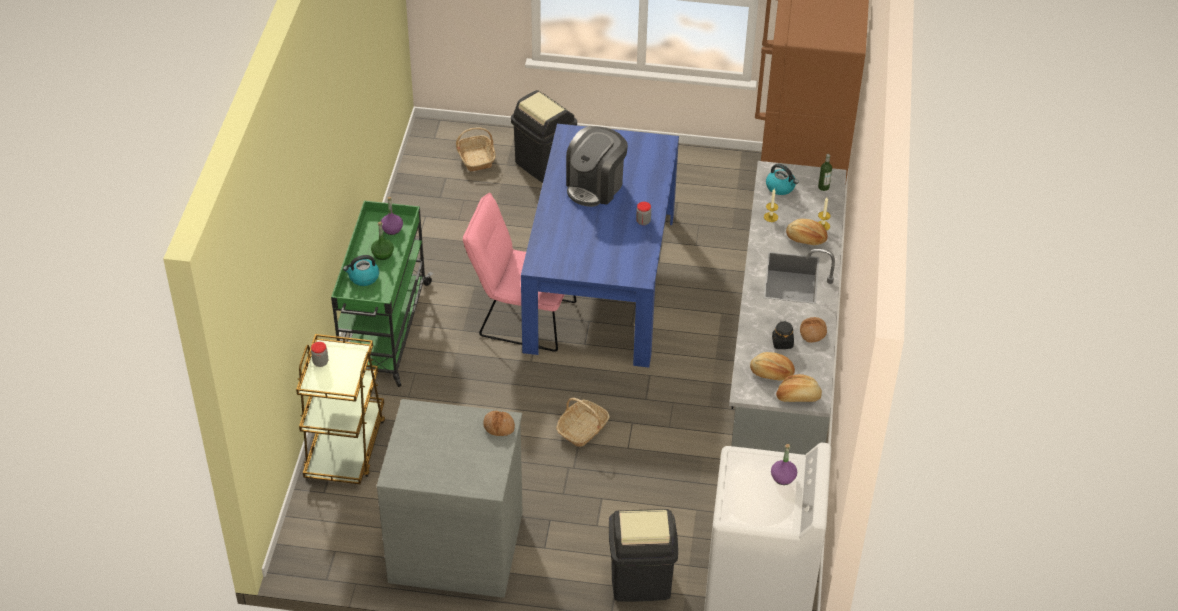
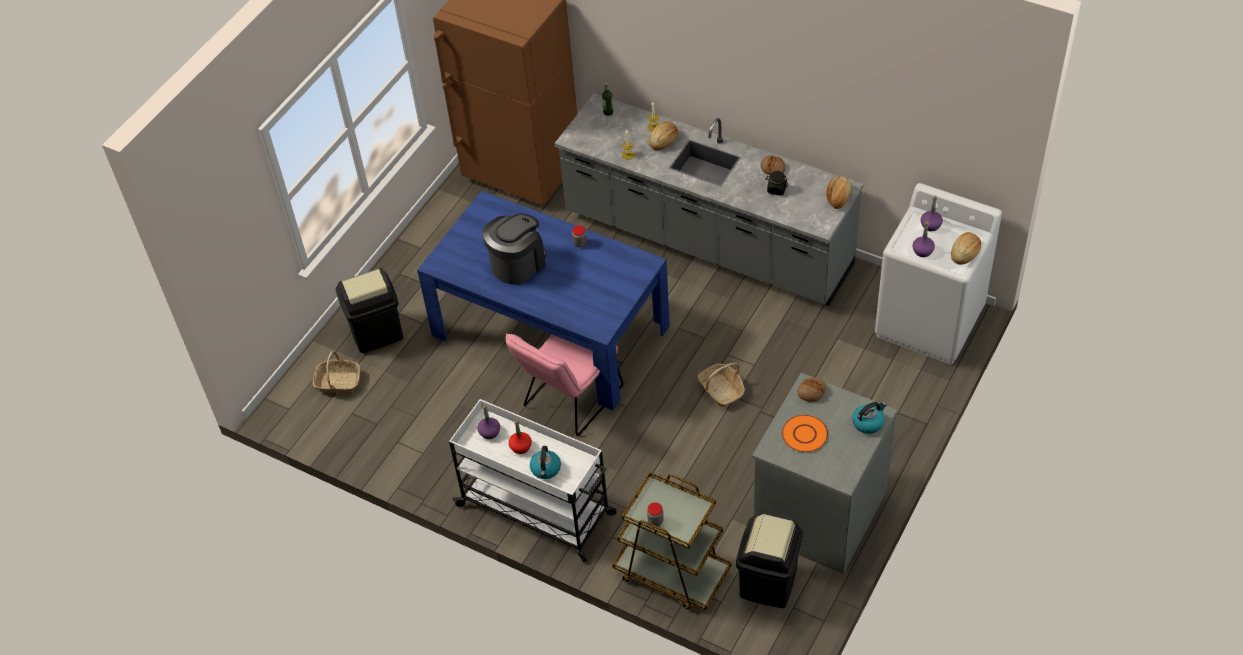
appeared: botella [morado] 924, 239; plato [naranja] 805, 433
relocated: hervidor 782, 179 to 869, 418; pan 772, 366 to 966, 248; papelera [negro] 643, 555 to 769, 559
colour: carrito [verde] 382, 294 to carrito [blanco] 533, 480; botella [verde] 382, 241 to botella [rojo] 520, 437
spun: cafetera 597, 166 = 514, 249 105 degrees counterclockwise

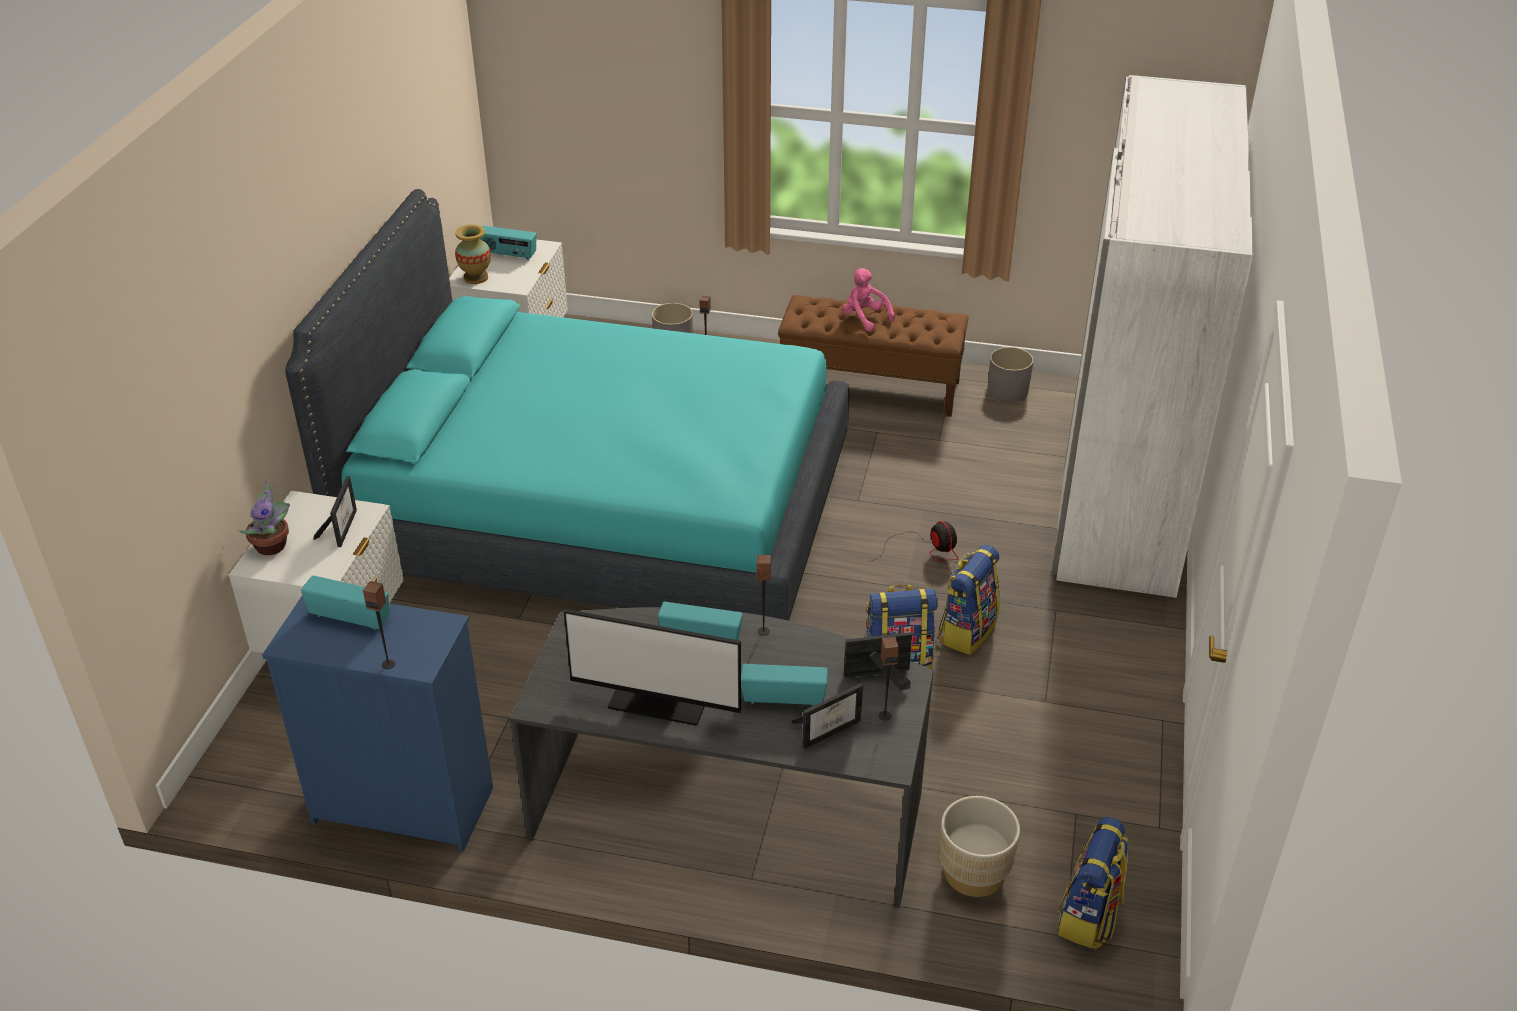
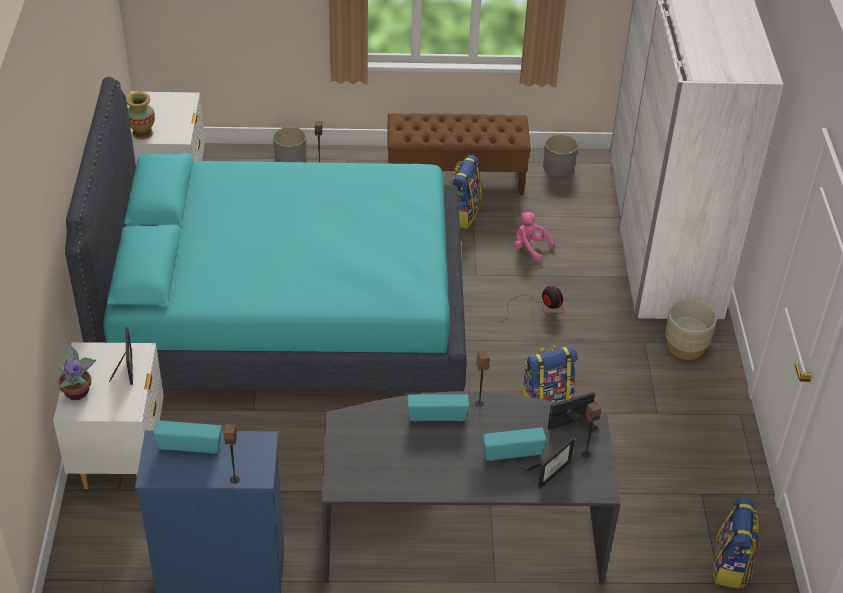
missing: radio 508, 243; monitor 652, 667
relocated: peluche [rosa] 868, 299 to 534, 236; mochila 969, 600 to 466, 192; maceta [beis] 979, 846 to 691, 329

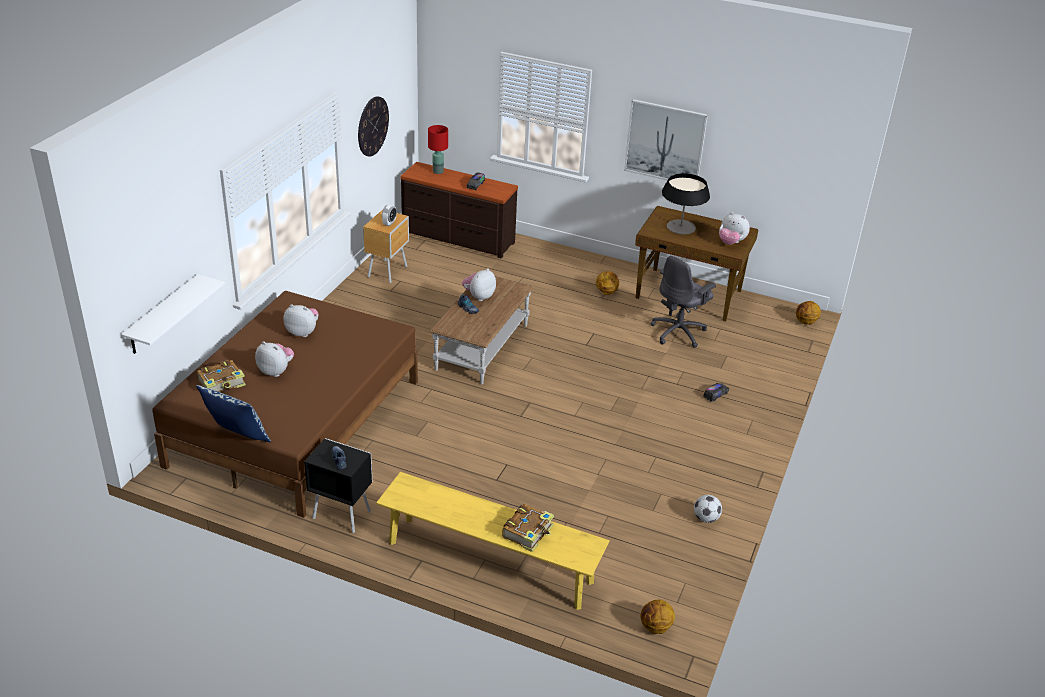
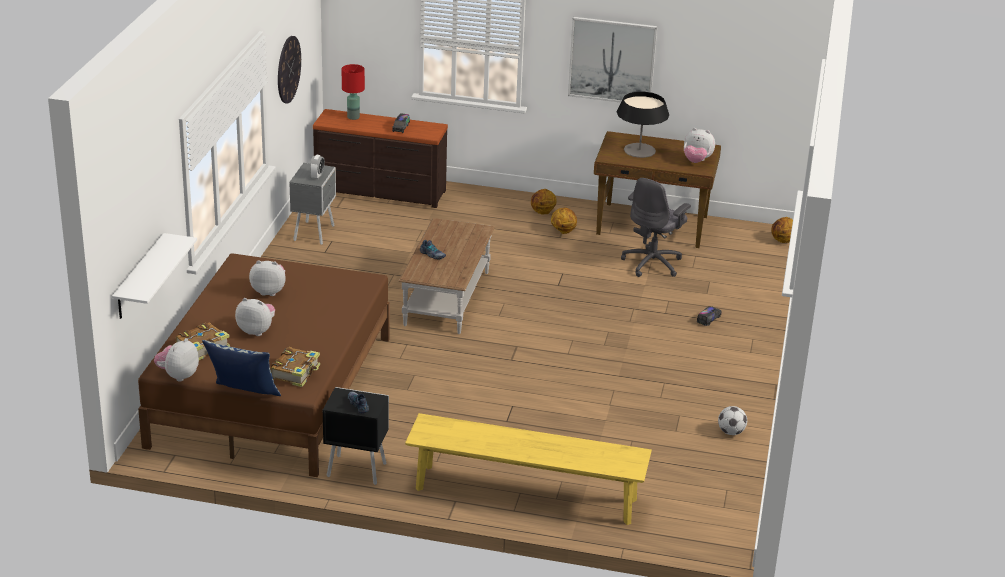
relocated: peluche 479, 284 to 176, 360; libro 528, 528 to 295, 367; balón de baloncesto 657, 616 to 544, 201
colour: mesita de noche [marrón] 386, 246 to mesita de noche [gris] 312, 204

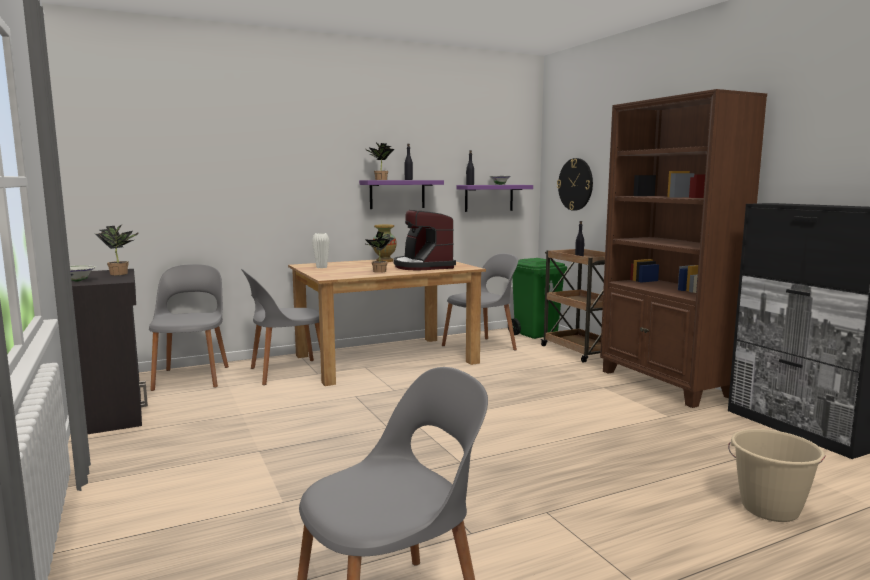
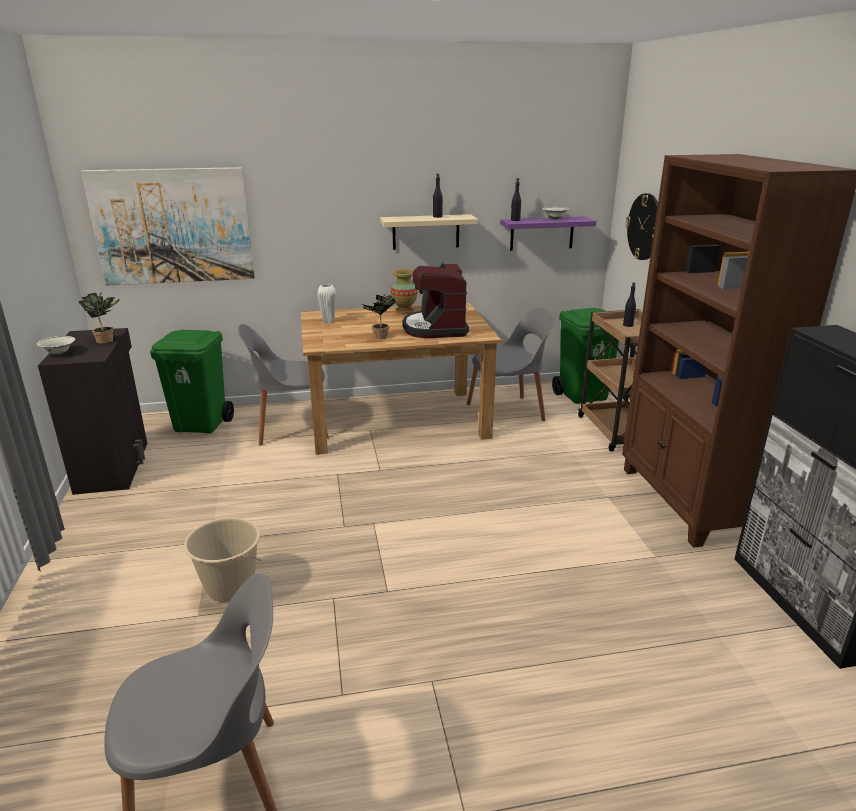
missing: planta en maceta 379, 161
appeared: cuadro 167, 226
relocated: cubo [beis] 777, 475 to 222, 560
exchanged: silla [gris] 189, 327 to papelera [verde] 192, 382
colour: estante [morado] 401, 194 to estante [beis] 429, 232

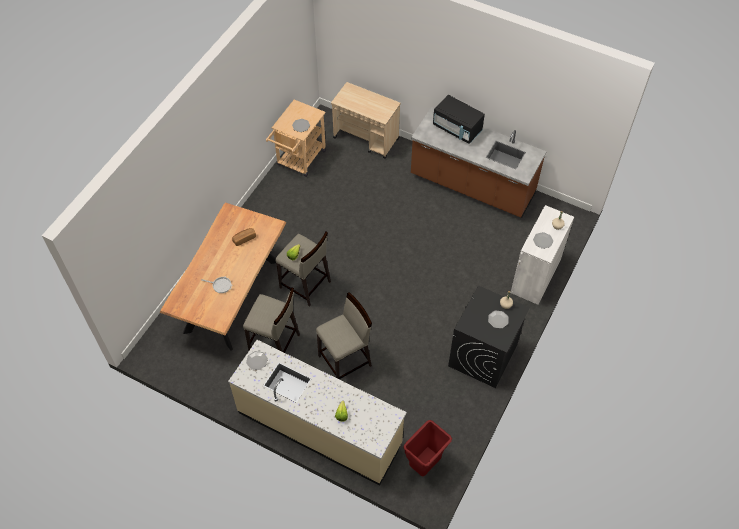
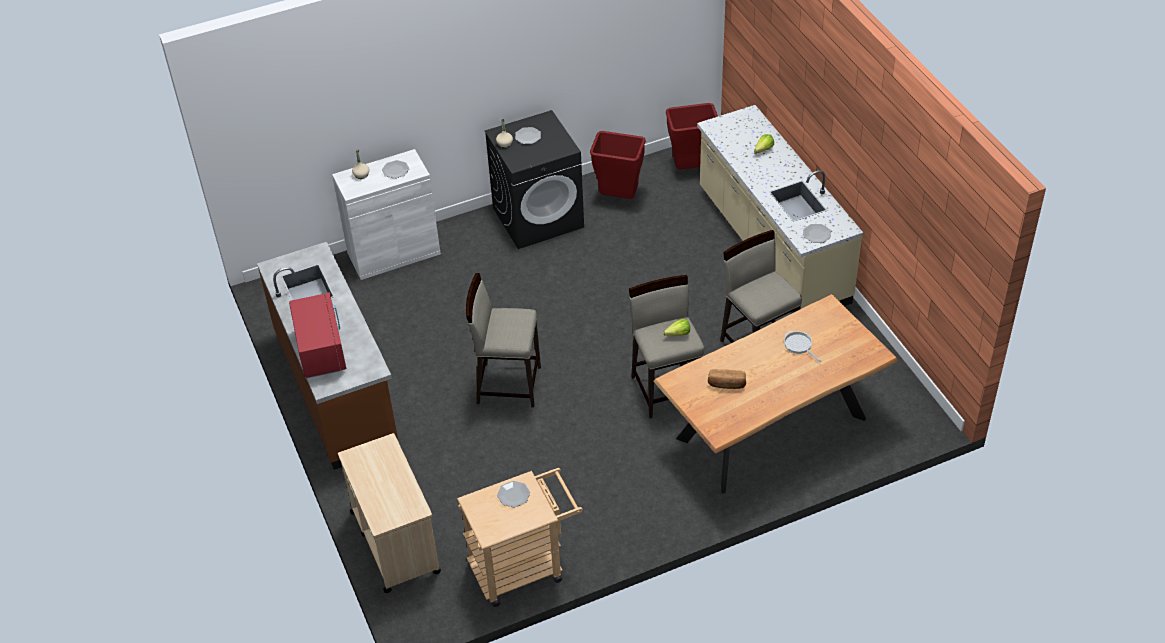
appeared: papelera [rojo] 618, 165
relocated: taburete [beis] 344, 335 to 503, 340
colour: microondas [negro] 459, 119 to microondas [rojo] 317, 335

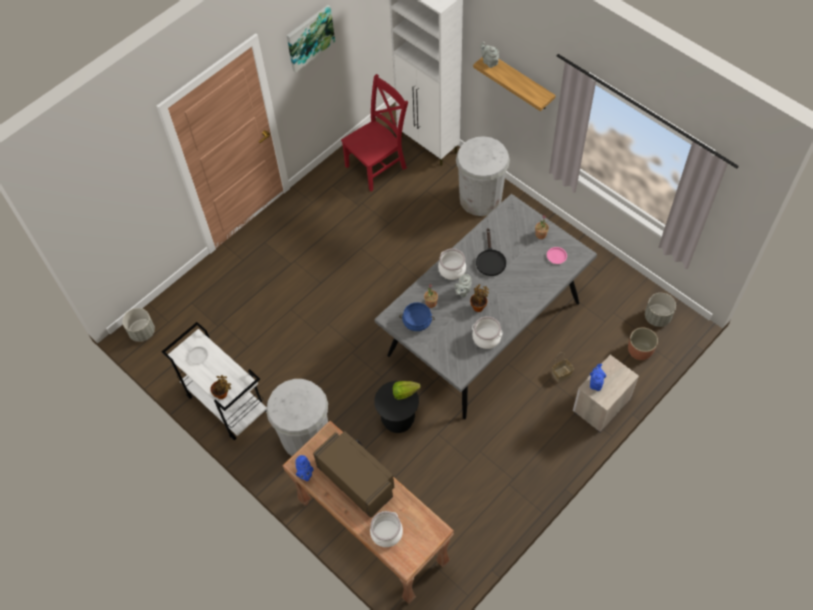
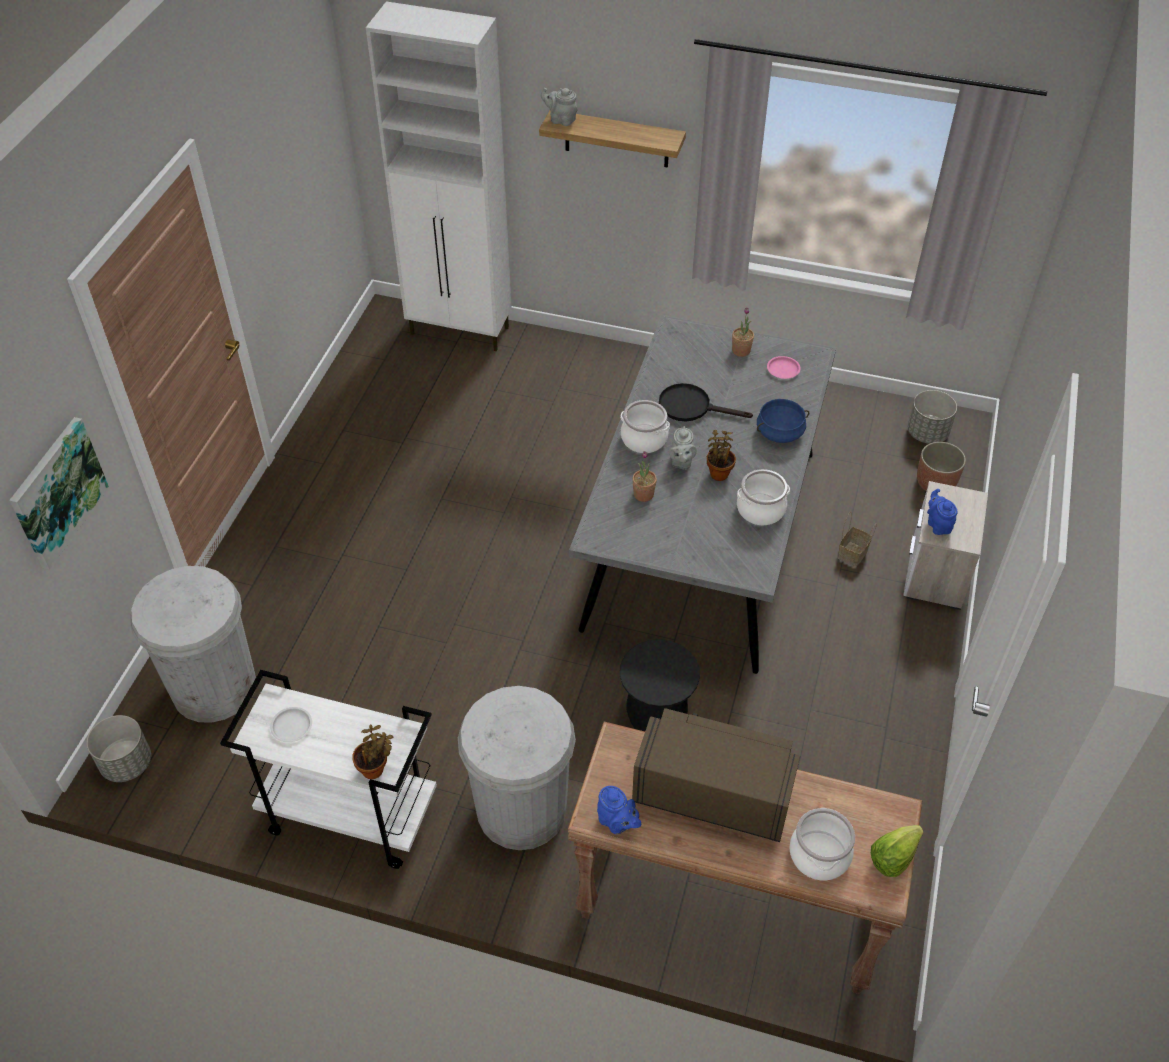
missing: silla [rojo] 374, 132
relocated: cuadro 311, 39 to 59, 493; papelera [blanco] 483, 176 to 193, 644; olla [azul] 417, 316 to 783, 421; lechuga 407, 390 to 897, 851
spun: sartén [negro] 491, 252 = 706, 402 135 degrees clockwise

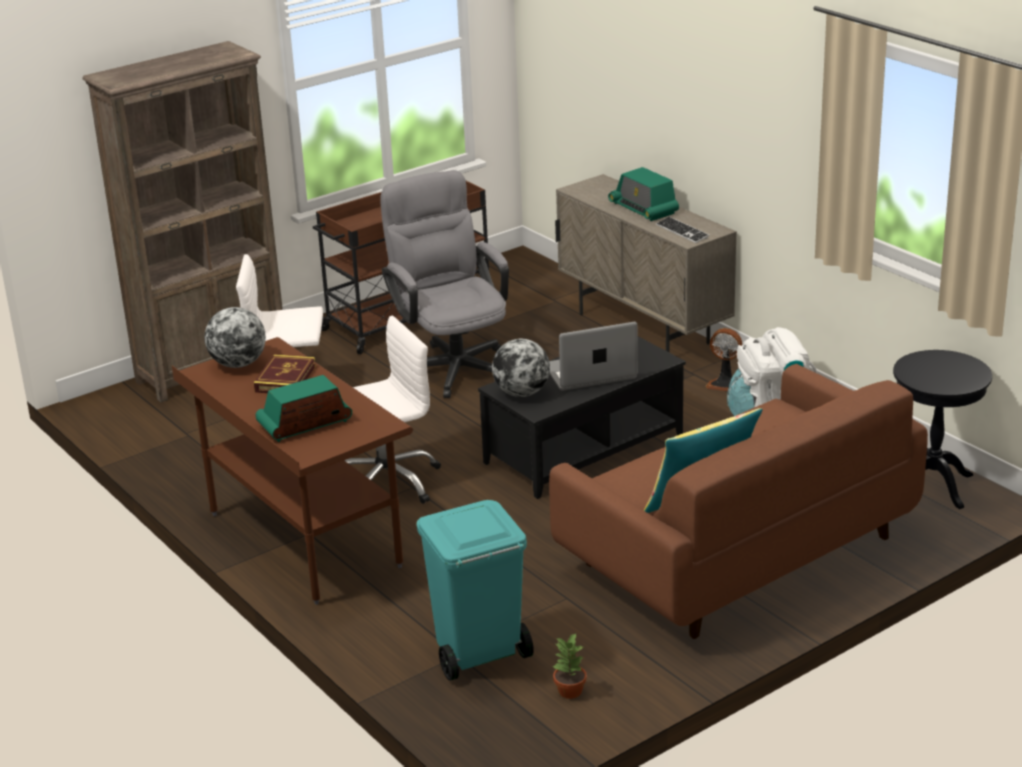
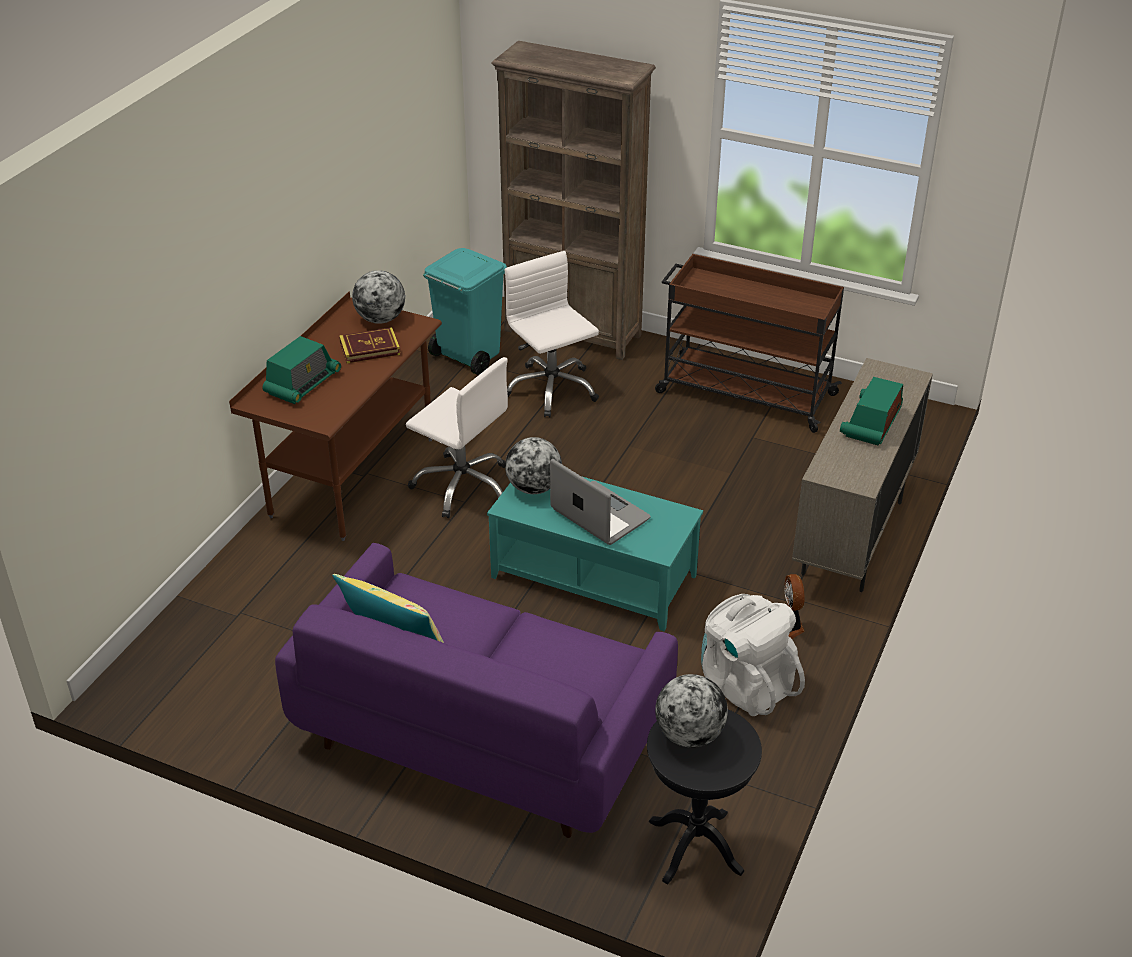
missing: silla de oficina [gris] 444, 284; teclado 682, 230; planta en maceta 569, 665
appeared: globo terráqueo 691, 711
relocated: papelera [turquesa] 475, 590 to 465, 311
colour: mesa de centro [negro] 582, 417 to mesa de centro [turquesa] 595, 554; sofá [marrón] 738, 501 to sofá [morado] 476, 690
spun: radio 304, 408 = 302, 370 90 degrees clockwise

